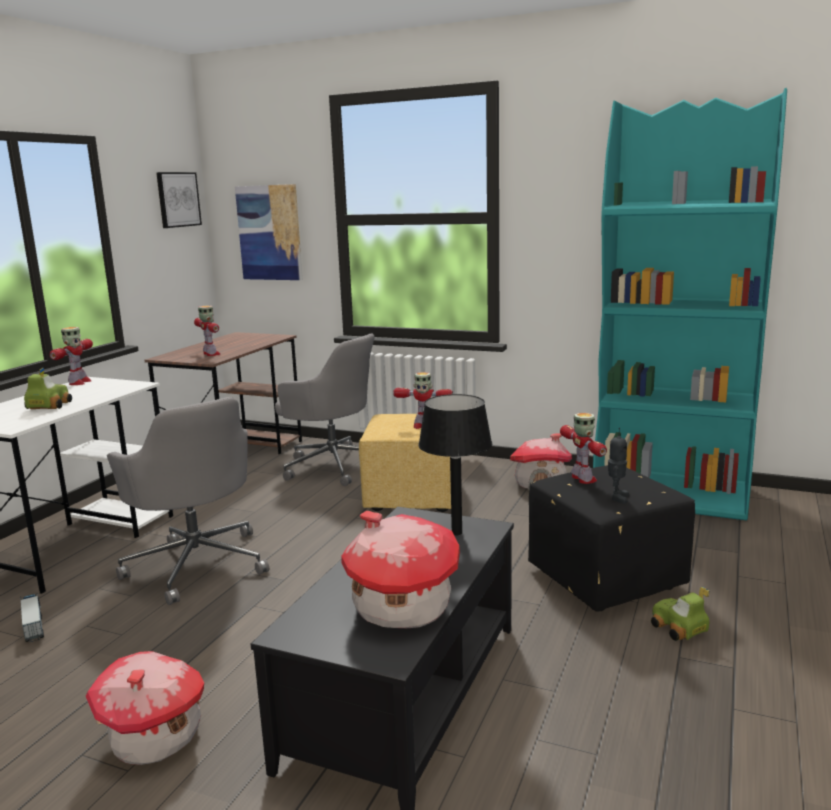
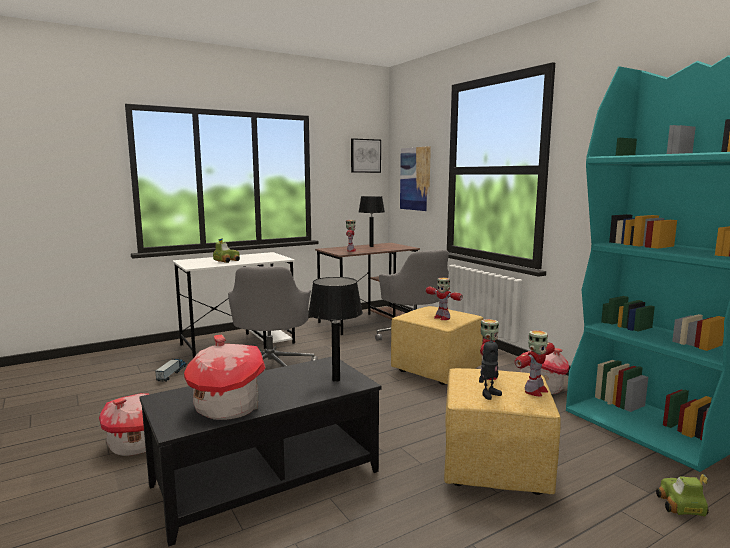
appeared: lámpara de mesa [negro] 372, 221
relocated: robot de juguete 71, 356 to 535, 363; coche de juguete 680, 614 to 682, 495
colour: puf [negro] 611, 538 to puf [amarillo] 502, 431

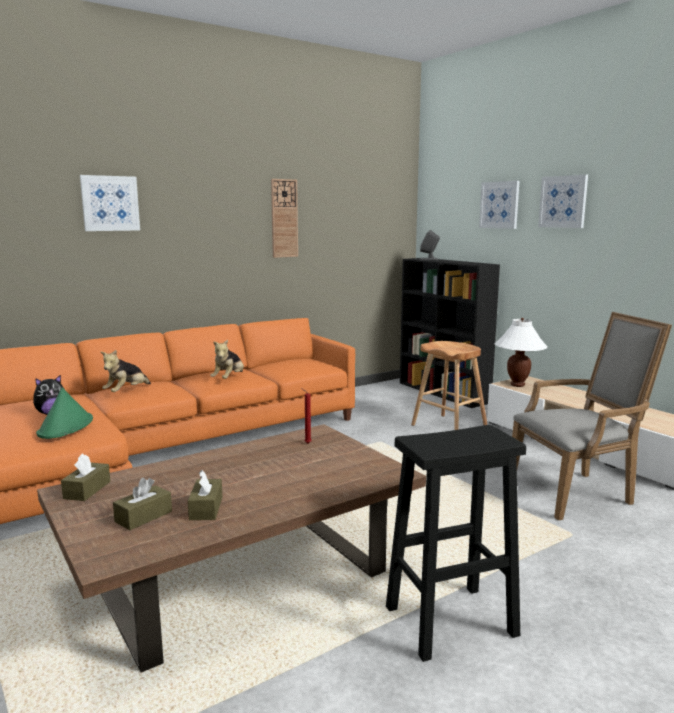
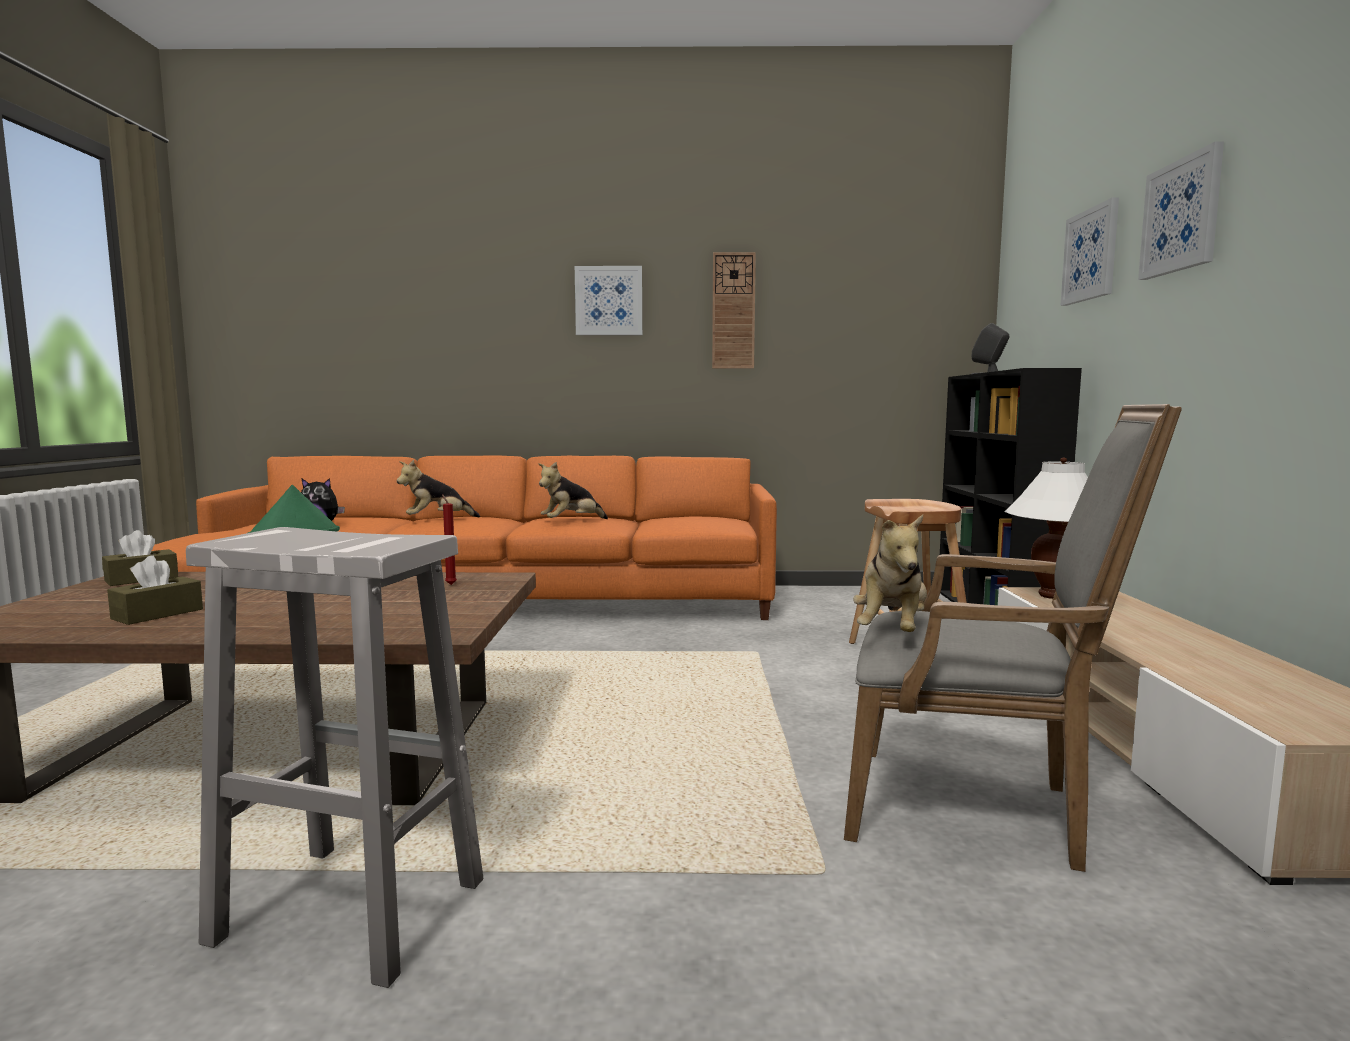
missing: caja de pañuelos [marrón] 142, 504
appeared: peluche 890, 573
relocated: cuadro 110, 203 to 608, 300
colour: taburete [negro] 456, 543 to taburete [blanco] 334, 757

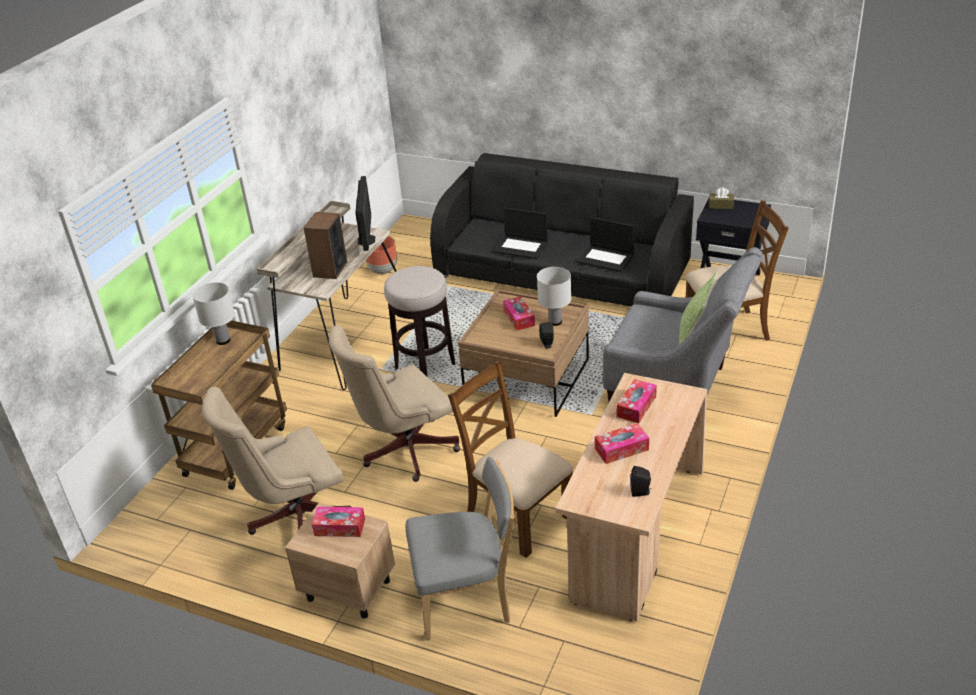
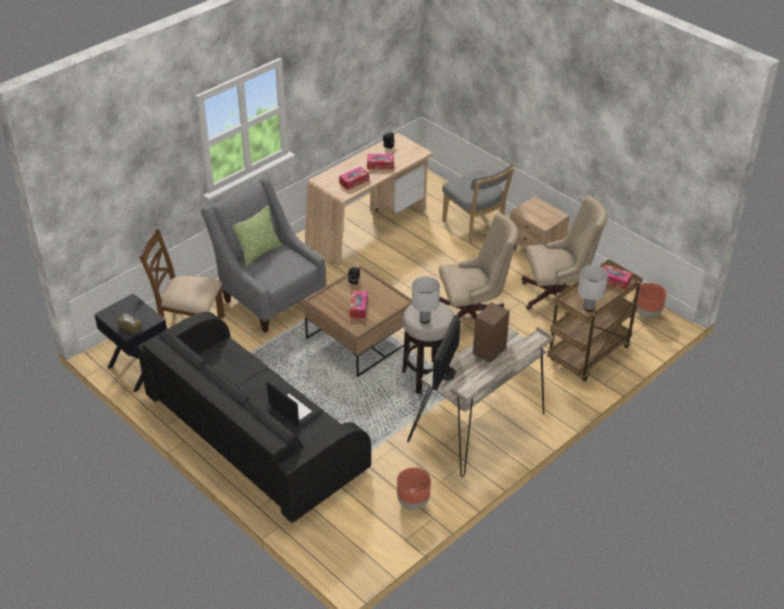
missing: portátil 605, 244; silla [marrón] 510, 459
appeared: maceta [marrón] 651, 300
relocated: lámpara de mesa [blanco] 554, 296 to 426, 300; caja de pañuelos 338, 522 to 617, 277
spun: silla [gris] 460, 548 = 478, 204 135 degrees counterclockwise

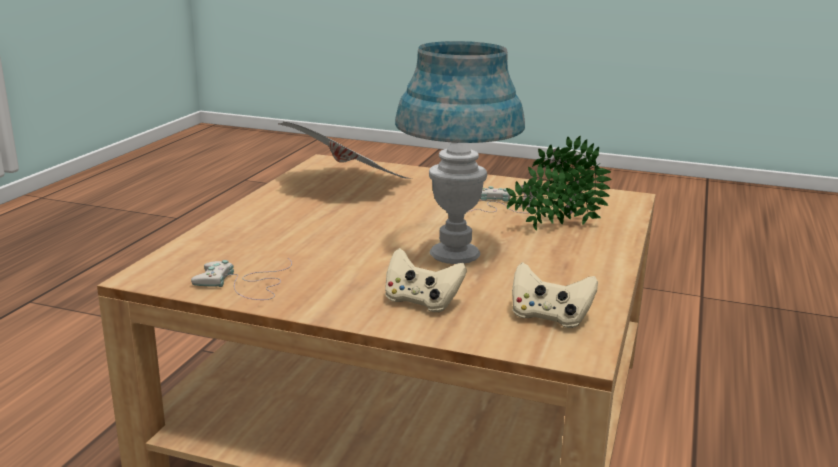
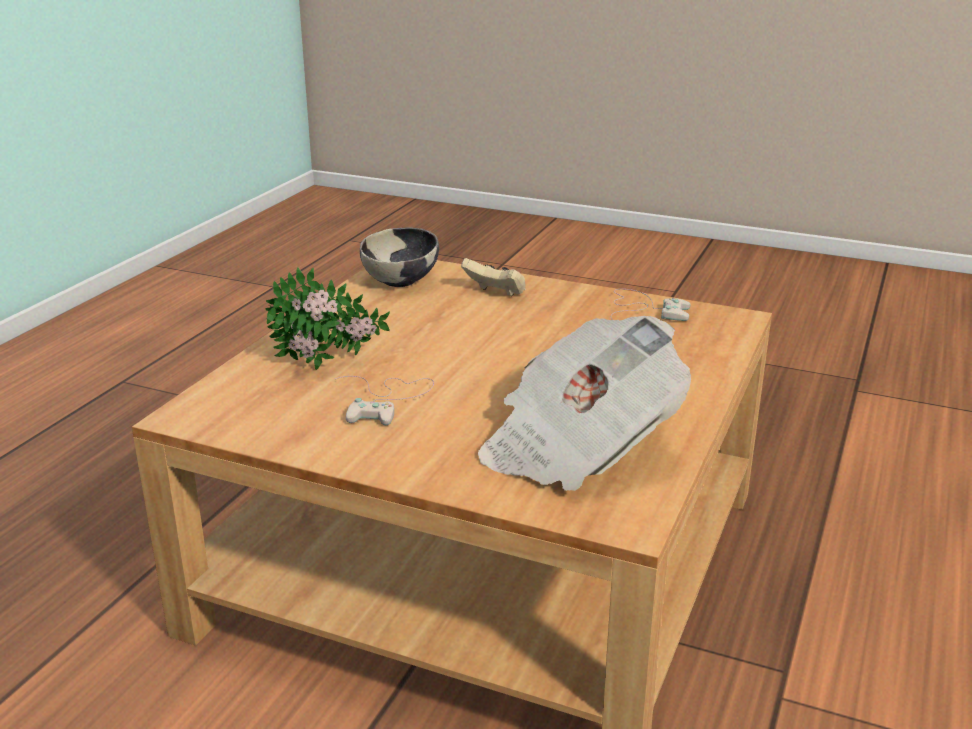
missing: lámpara de mesa [azul] 460, 152
exchanged: mando de consola [beis] 555, 295 to cuenco 399, 257

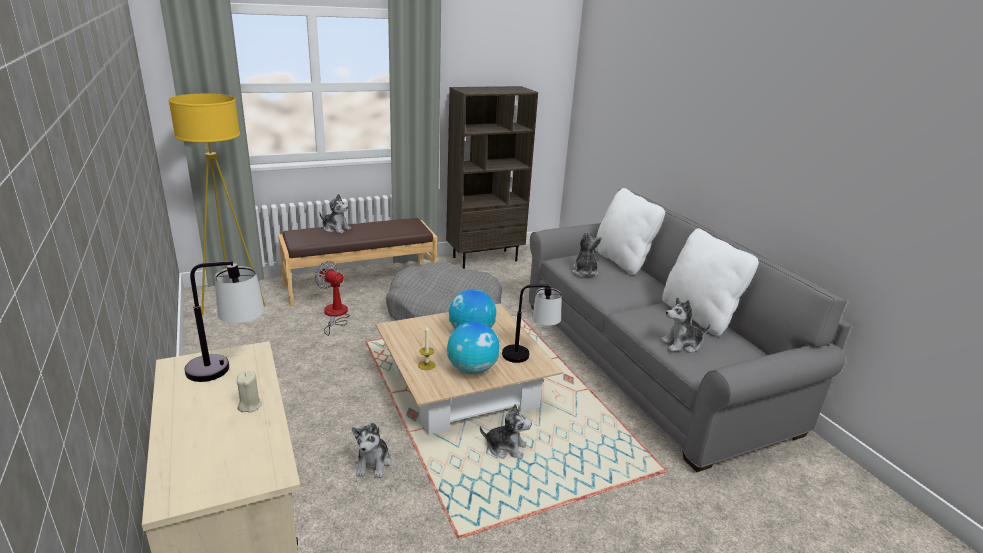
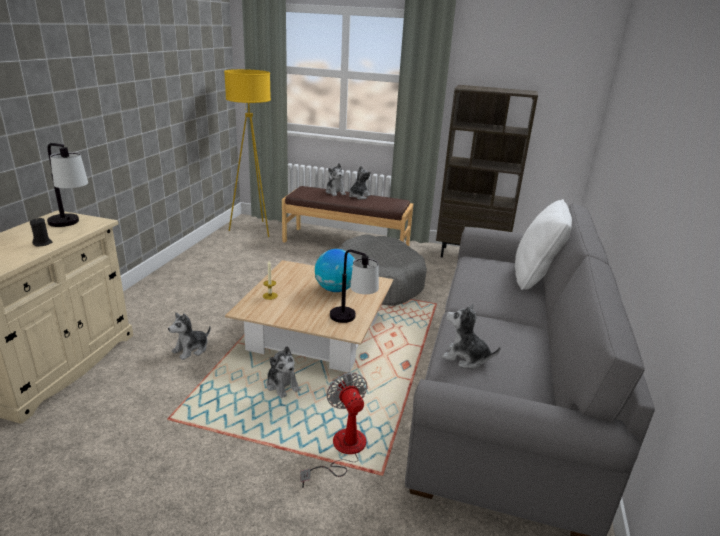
missing: cojín [blanco] 710, 282; globo terráqueo 473, 347
relocated: peluche 587, 254 to 360, 183; ventilador 332, 298 to 334, 430
colour: vela [beis] 249, 391 to vela [negro] 41, 232

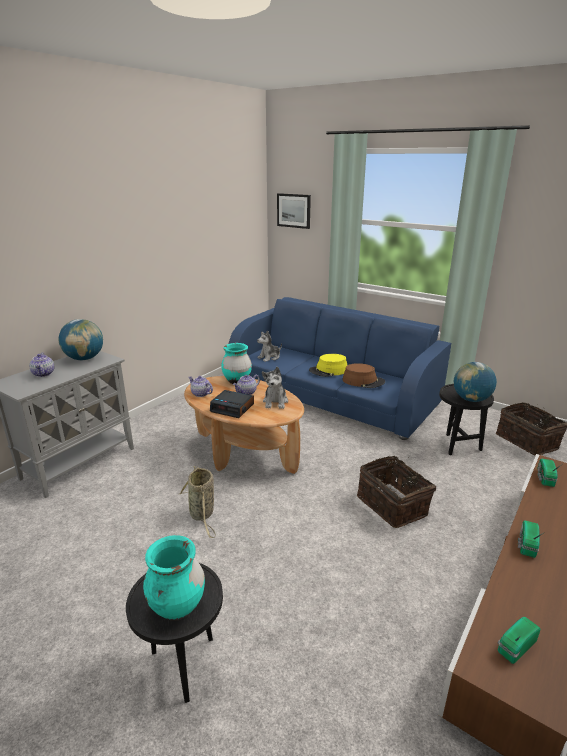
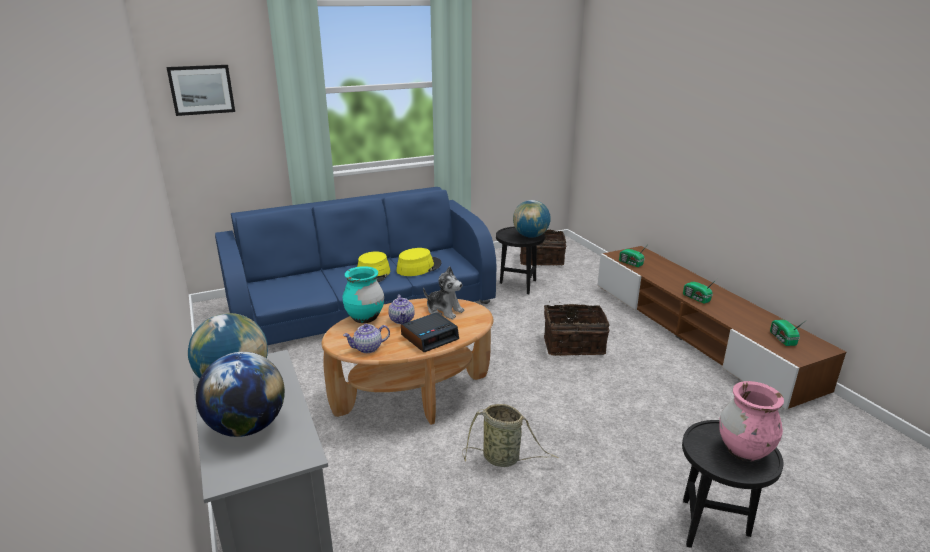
missing: peluche 269, 346
exchanged: tetera 42, 364 to globo terráqueo 240, 394
colour: sombrero [marrón] 363, 375 to sombrero [amarillo] 419, 262; florero [turquesa] 174, 578 to florero [rosa] 751, 421

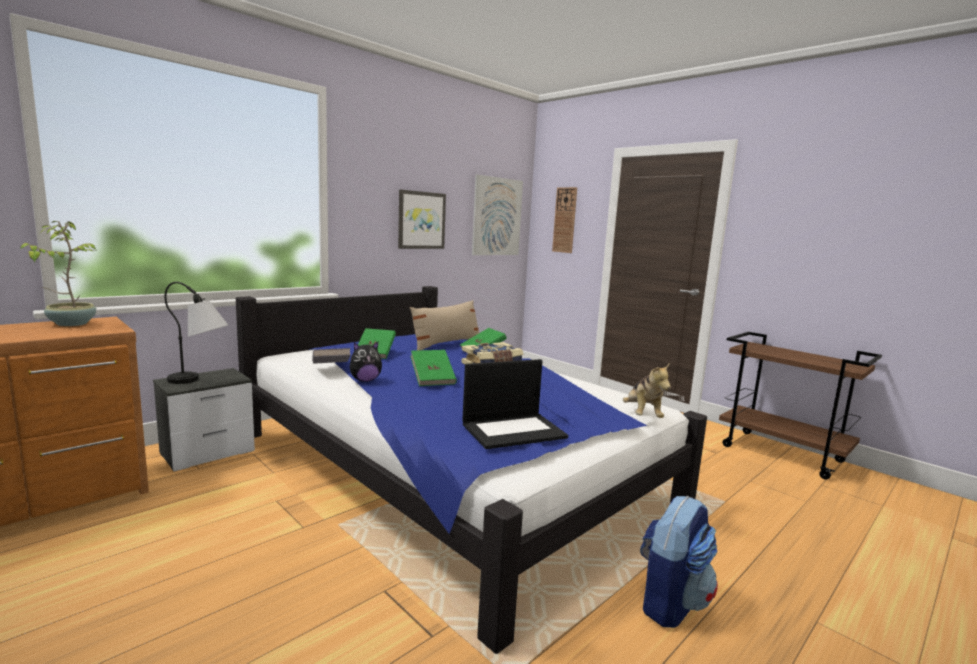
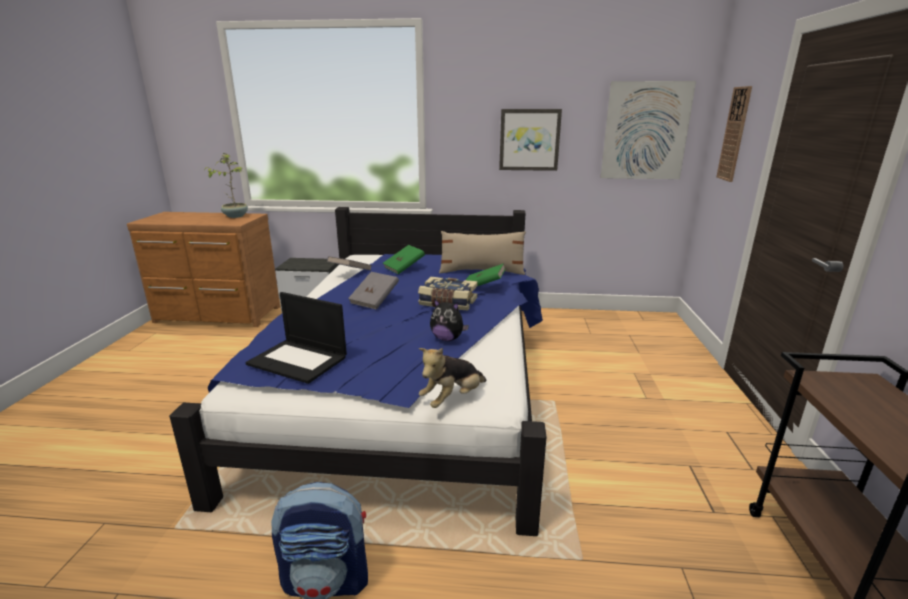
missing: lámpara de mesa 196, 333
relocated: peluche 366, 362 to 449, 320
colour: libro [verde] 433, 368 to libro [gris] 373, 291

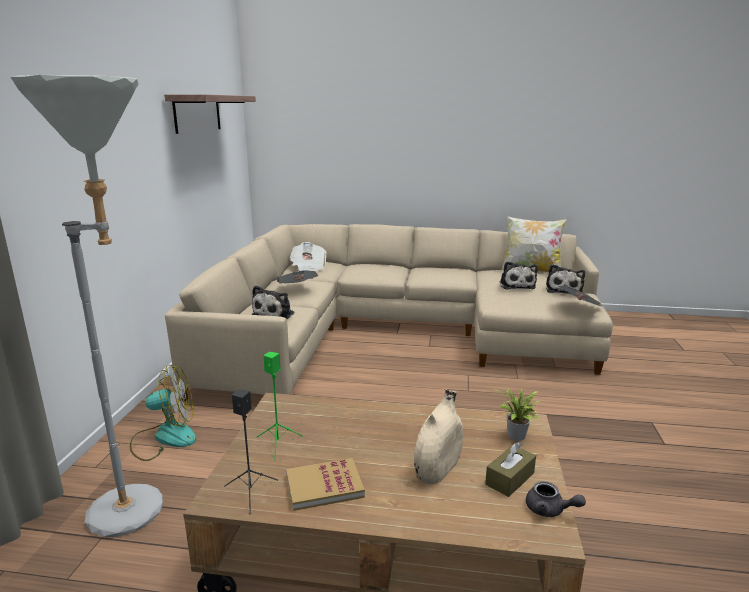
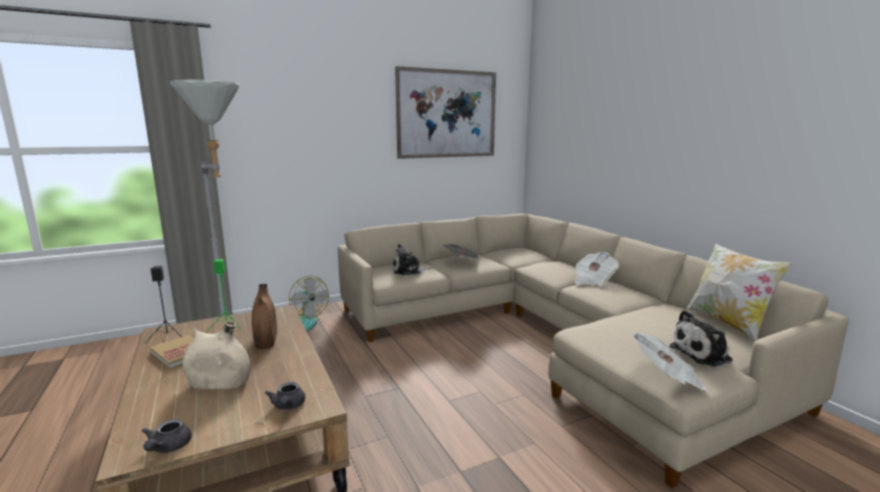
missing: peluche 518, 275; caja de pañuelos [marrón] 510, 469
appeared: florero [marrón] 264, 316
relocated: periódico 308, 256 to 596, 268
exchanged: estante 210, 114 to cuadro 445, 112; planta en maceta 518, 414 to tetera [gris] 285, 396

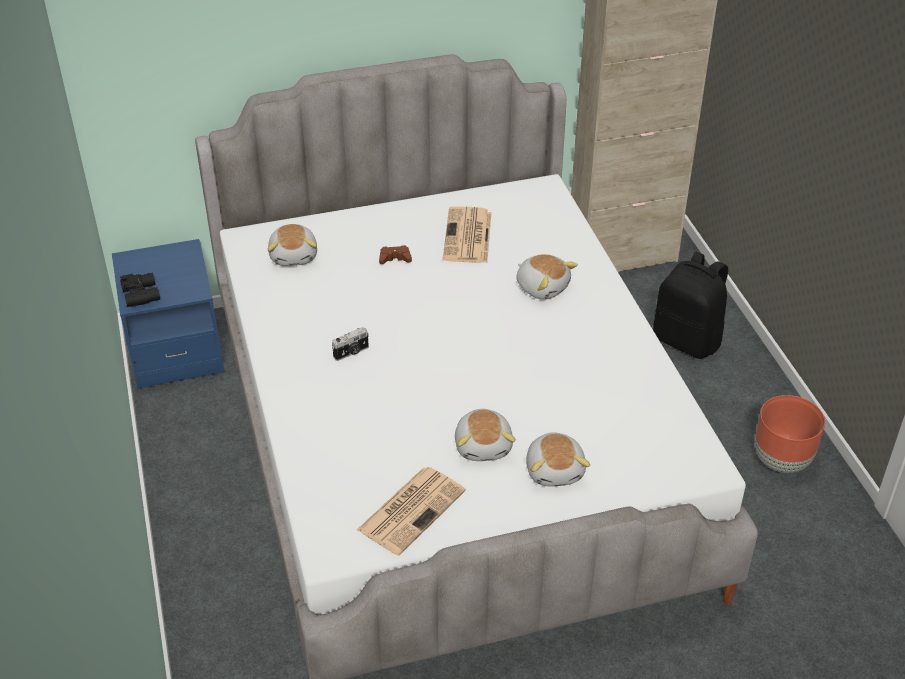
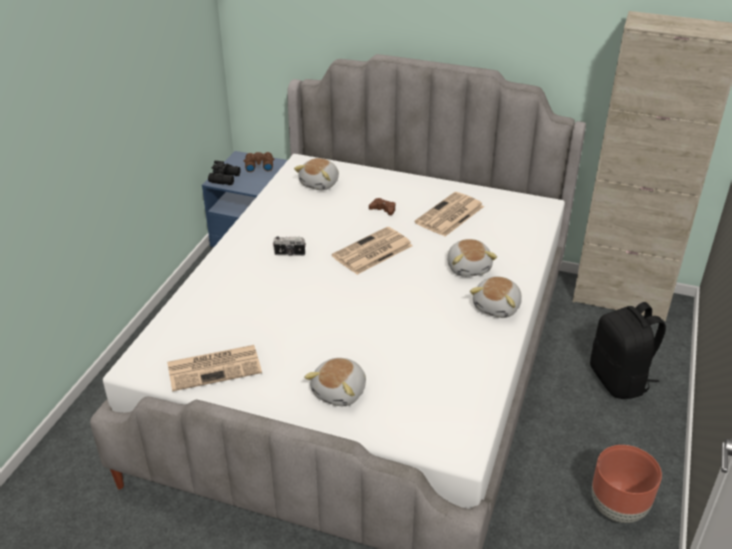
appeared: prismáticos [marrón] 258, 162; periódico 372, 251
relocated: peluche 485, 435 to 496, 297

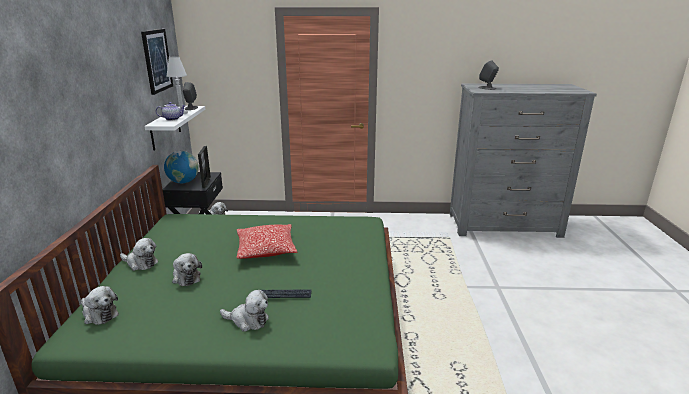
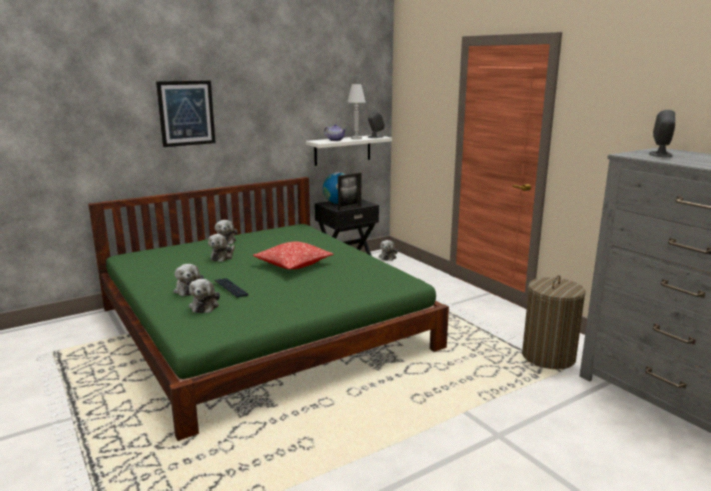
appeared: cesto de la ropa 554, 322
relocated: cuadro 157, 62 to 186, 113; peluche 100, 305 to 204, 296

